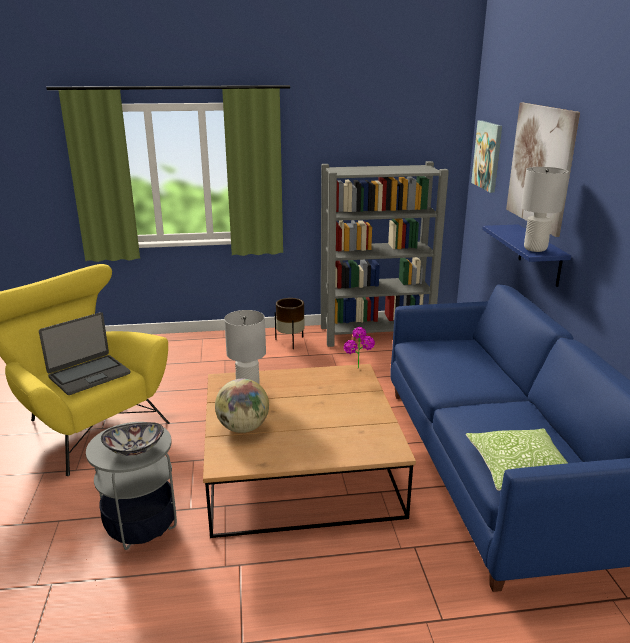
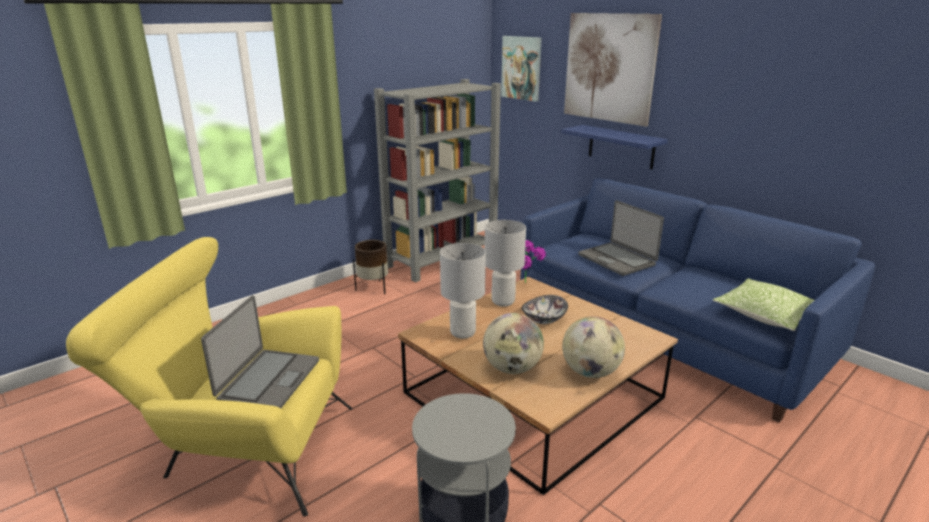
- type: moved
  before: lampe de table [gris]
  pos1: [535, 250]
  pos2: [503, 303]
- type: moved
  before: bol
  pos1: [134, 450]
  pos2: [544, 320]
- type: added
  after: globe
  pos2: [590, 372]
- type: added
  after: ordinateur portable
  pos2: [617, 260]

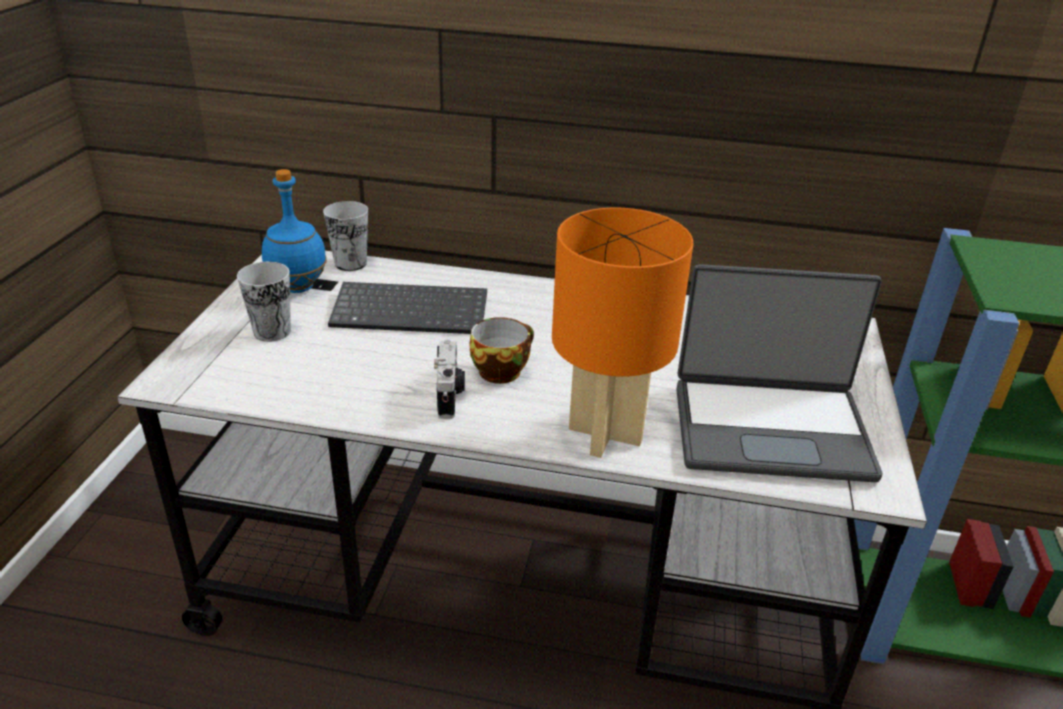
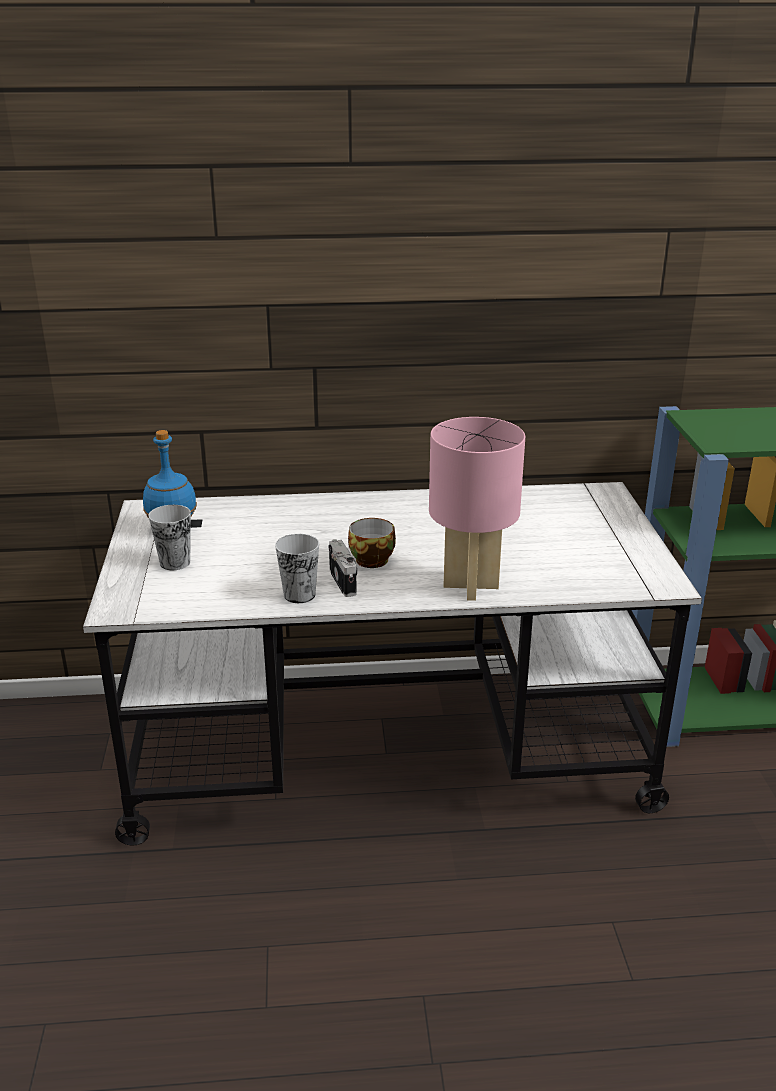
- type: moved
  before: tasse
  pos1: [350, 263]
  pos2: [299, 595]
- type: recoloured
  before: lampe de table [orange]
  after: lampe de table [rose]
  pos1: [603, 434]
  pos2: [469, 586]
- type: removed
  before: clavier
  pos1: [412, 311]
- type: removed
  before: ordinateur portable
  pos1: [770, 428]

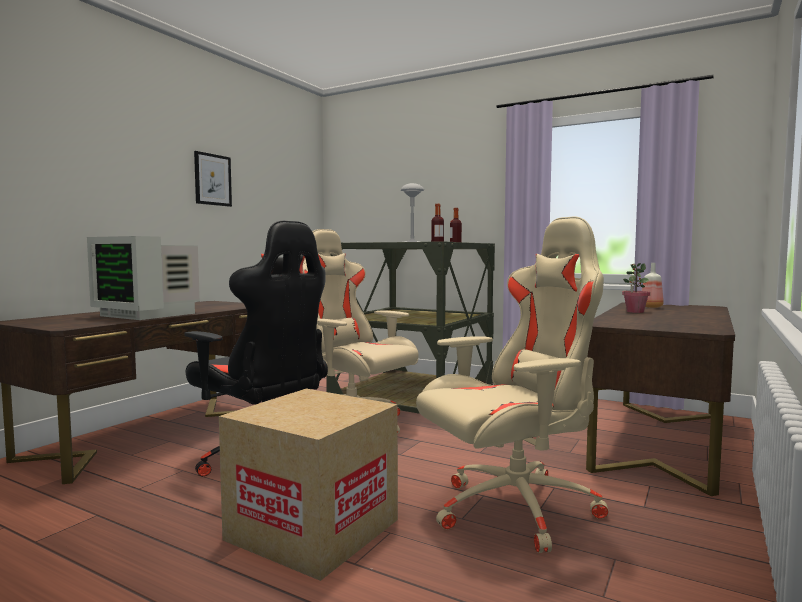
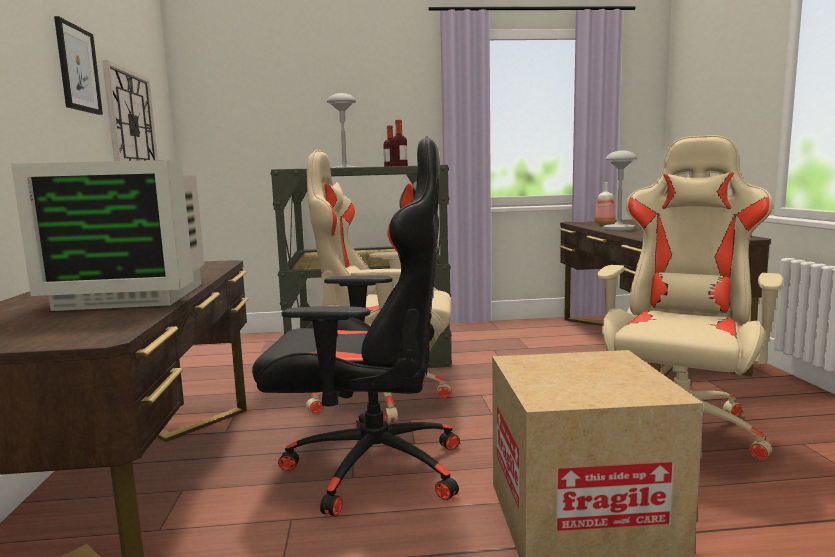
- type: added
  after: horloge murale
  pos2: [131, 125]
- type: replaced
  before: plante en pot
  after: lampe de table [gris]
  pos1: [635, 312]
  pos2: [618, 229]

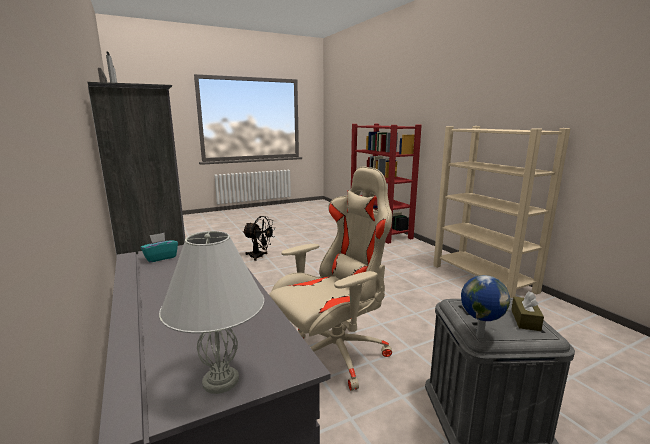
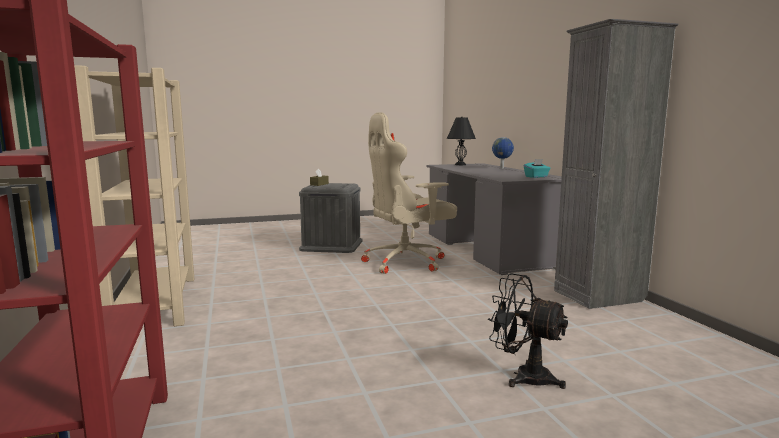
- type: recoloured
  before: lampe de table [blanc]
  after: lampe de table [noir]
  pos1: [221, 380]
  pos2: [460, 164]
- type: moved
  before: globe
  pos1: [478, 335]
  pos2: [502, 168]

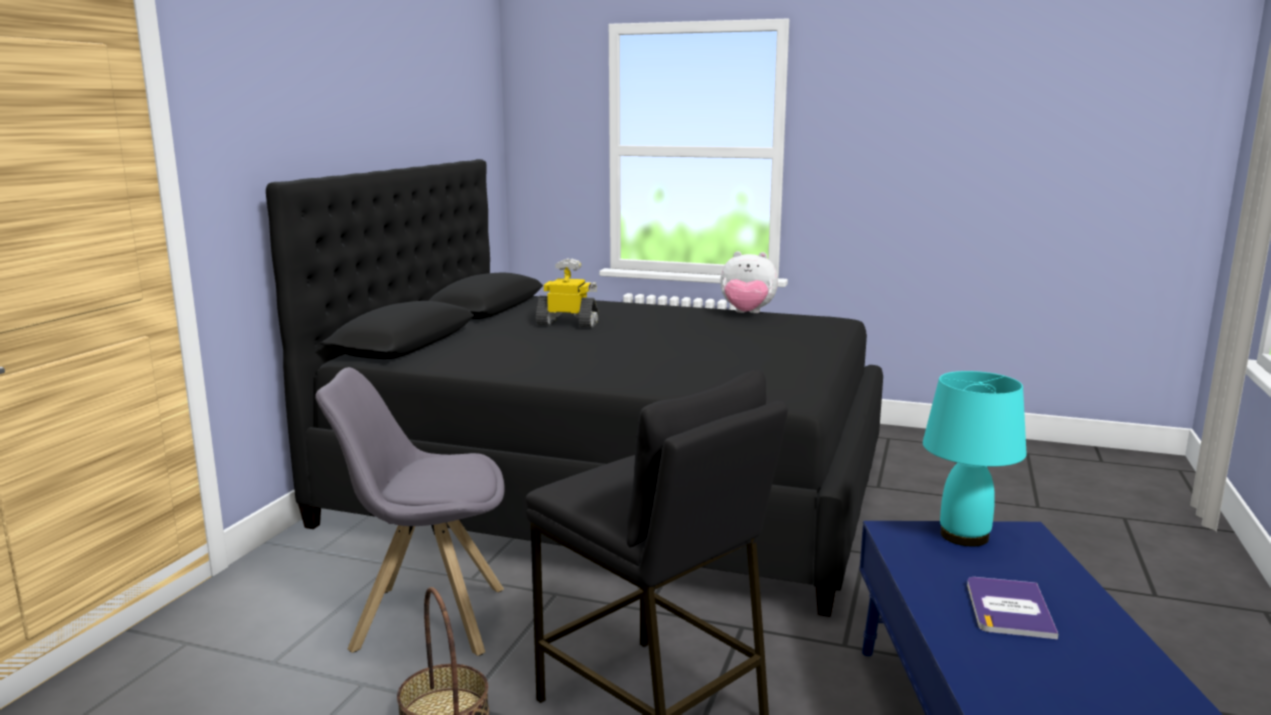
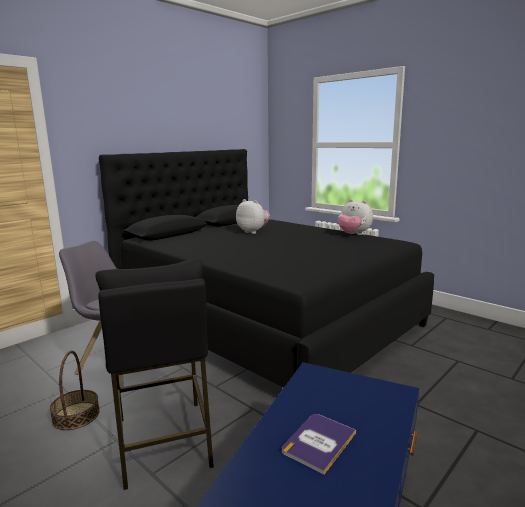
- type: replaced
  before: robot jouet
  after: peluche
  pos1: [568, 324]
  pos2: [253, 232]
- type: removed
  before: lampe de table [turquoise]
  pos1: [963, 536]

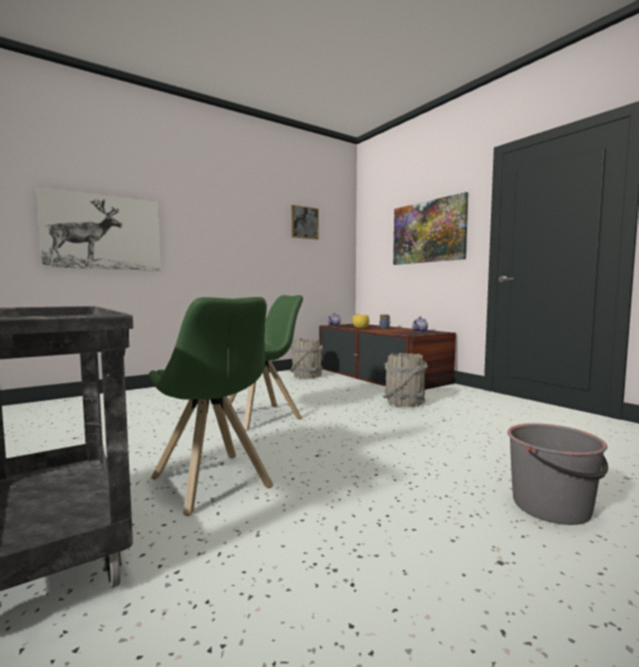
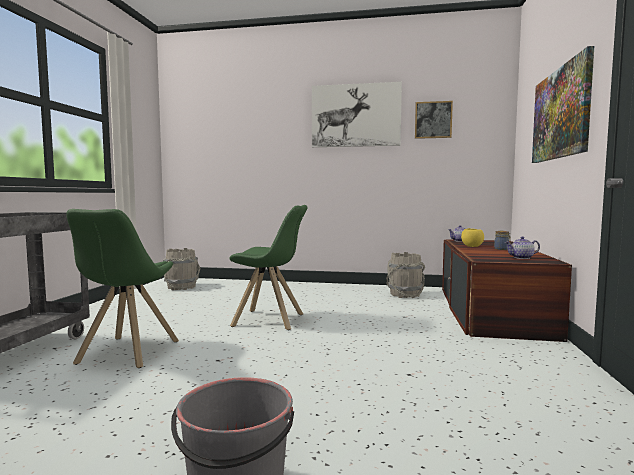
- type: moved
  before: seau [gris]
  pos1: [404, 402]
  pos2: [182, 287]
- type: moved
  before: tableau
  pos1: [103, 232]
  pos2: [355, 115]

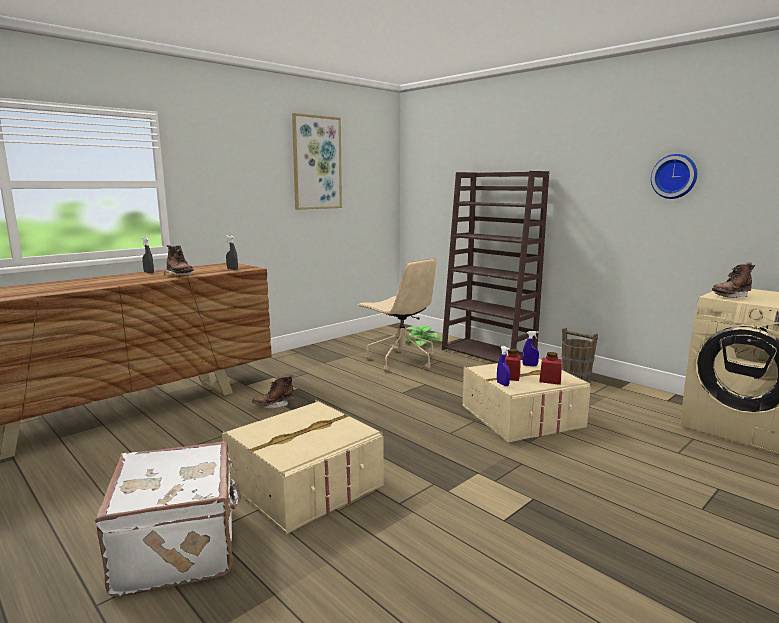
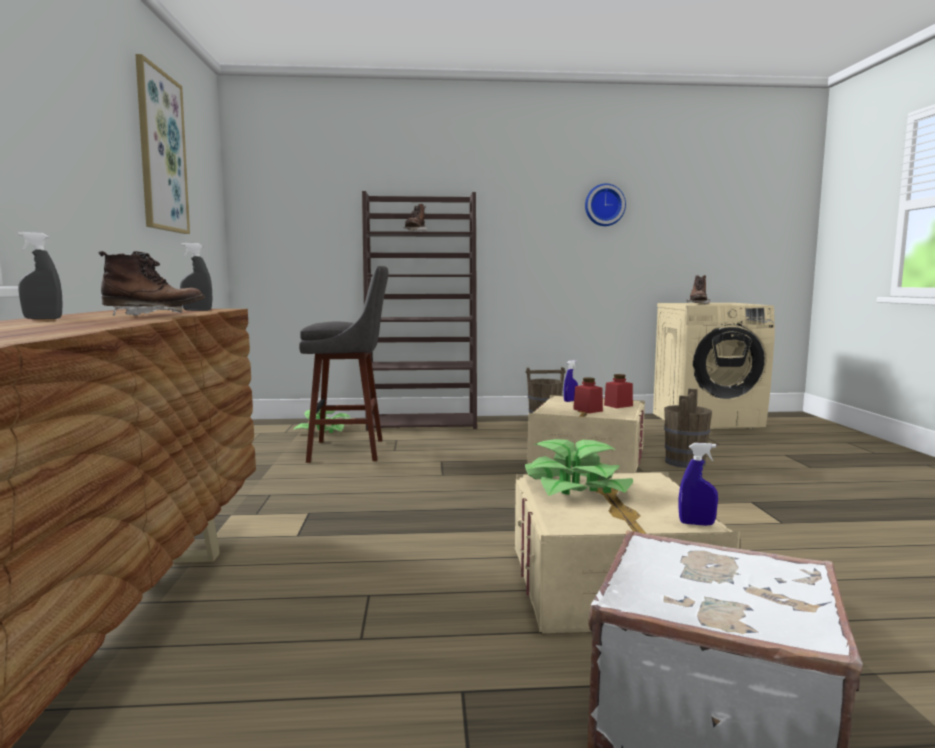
- type: replaced
  before: chaise de bureau [beige]
  after: tabouret [gris]
  pos1: [399, 360]
  pos2: [350, 451]
- type: moved
  before: botte [marron]
  pos1: [274, 405]
  pos2: [415, 232]
- type: added
  after: plante en pot
  pos2: [575, 487]
- type: added
  after: seau [marron]
  pos2: [685, 462]
- type: moved
  before: vaporisateur [bleu]
  pos1: [502, 384]
  pos2: [696, 524]

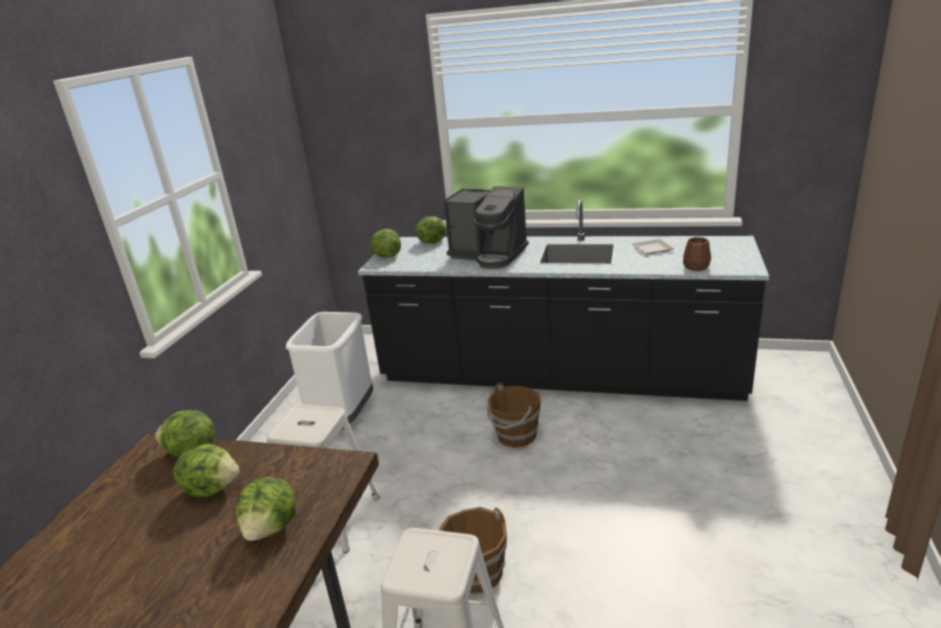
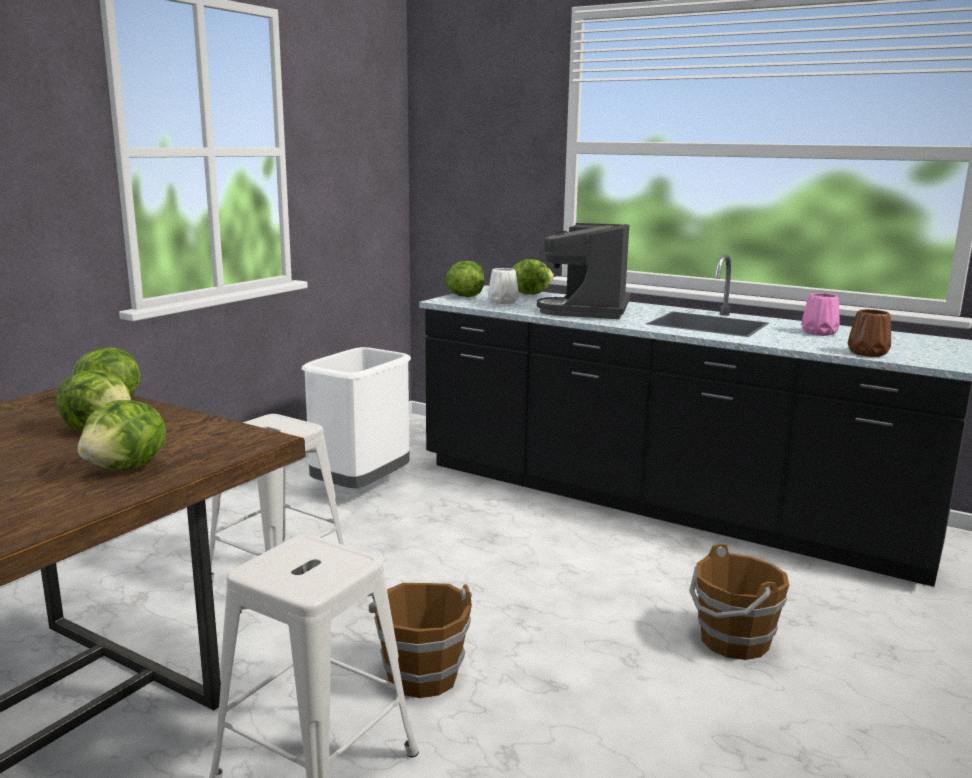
- type: added
  after: vase [blanc]
  pos2: [503, 302]
- type: turned
  before: machine à café
  pos1: [489, 255]
  pos2: [590, 310]
  turn: 60
- type: moved
  before: seau [marron]
  pos1: [515, 436]
  pos2: [732, 641]
- type: replaced
  before: assiette
  after: vase [rose]
  pos1: [654, 249]
  pos2: [820, 333]

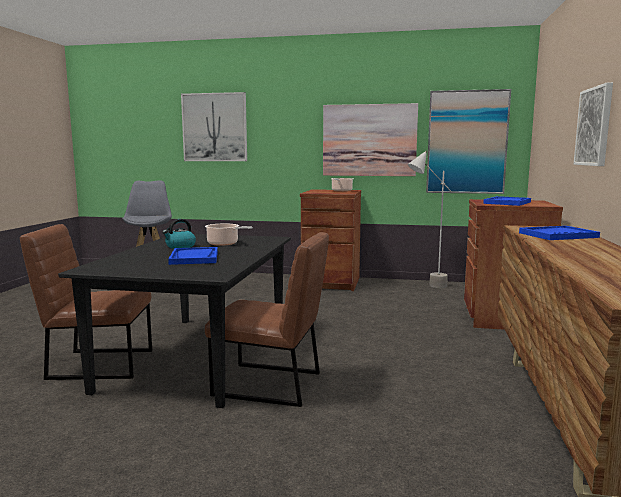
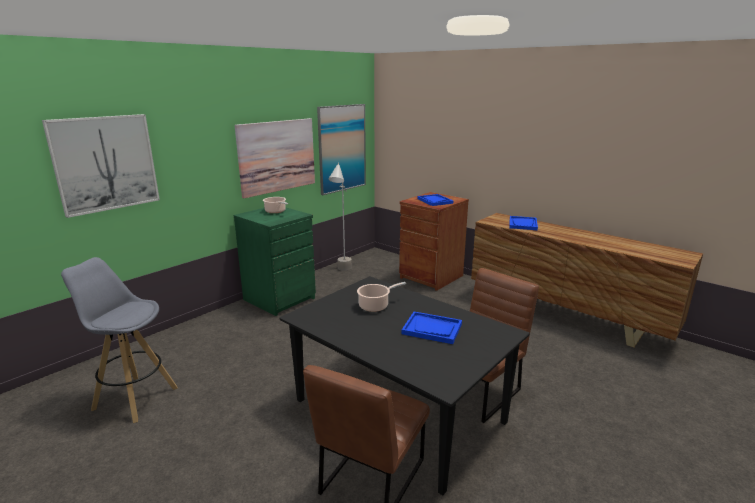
- type: recoloured
  before: commode [marron]
  after: commode [vert]
  pos1: [332, 283]
  pos2: [280, 299]
- type: removed
  before: bouilloire
  pos1: [180, 246]
- type: removed
  before: tableau
  pos1: [594, 126]

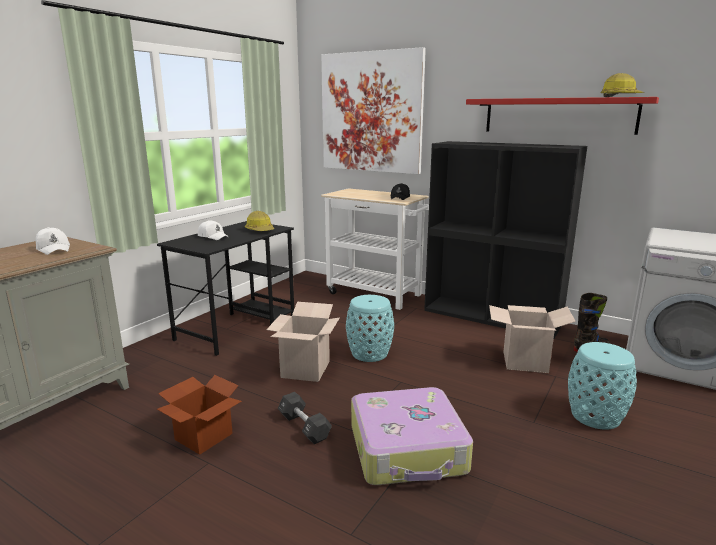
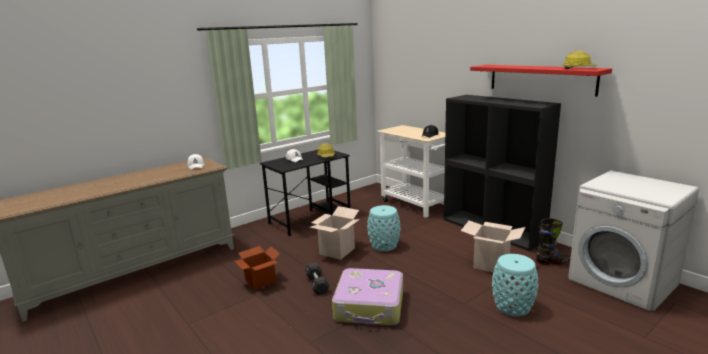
- type: removed
  before: tableau
  pos1: [371, 112]

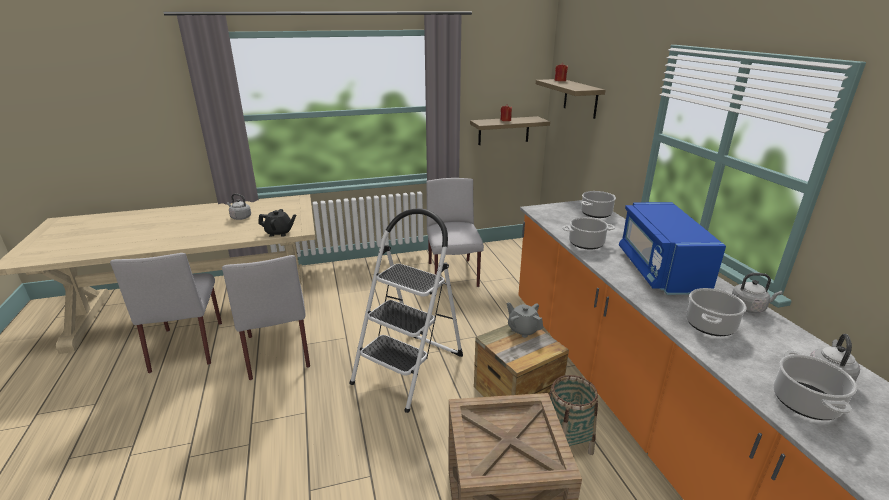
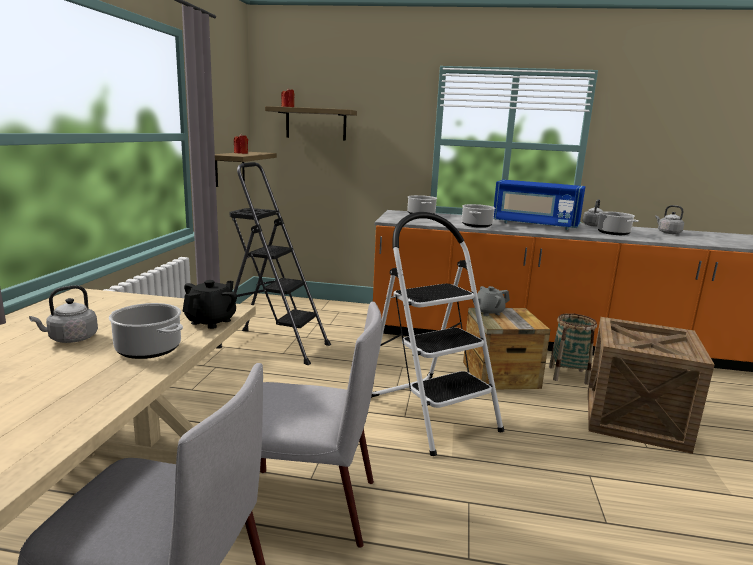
- type: moved
  before: marmite
  pos1: [806, 403]
  pos2: [149, 349]
- type: replaced
  before: chaise [gris]
  after: escabeau
  pos1: [453, 275]
  pos2: [272, 345]

